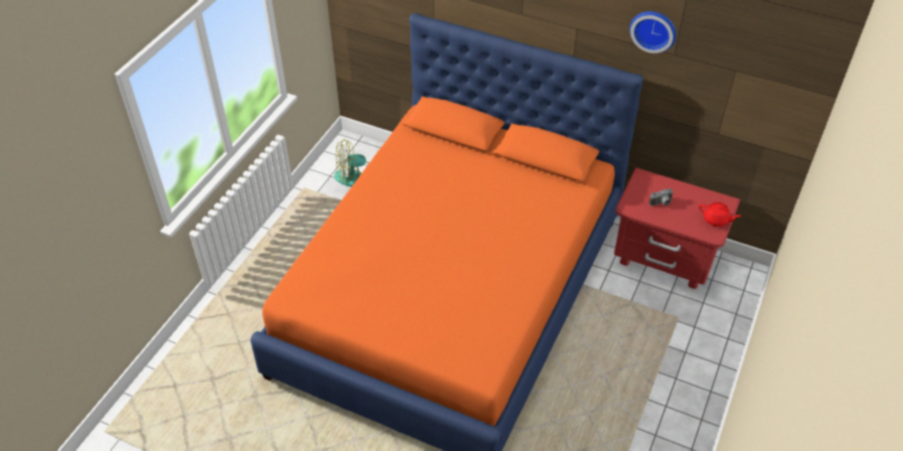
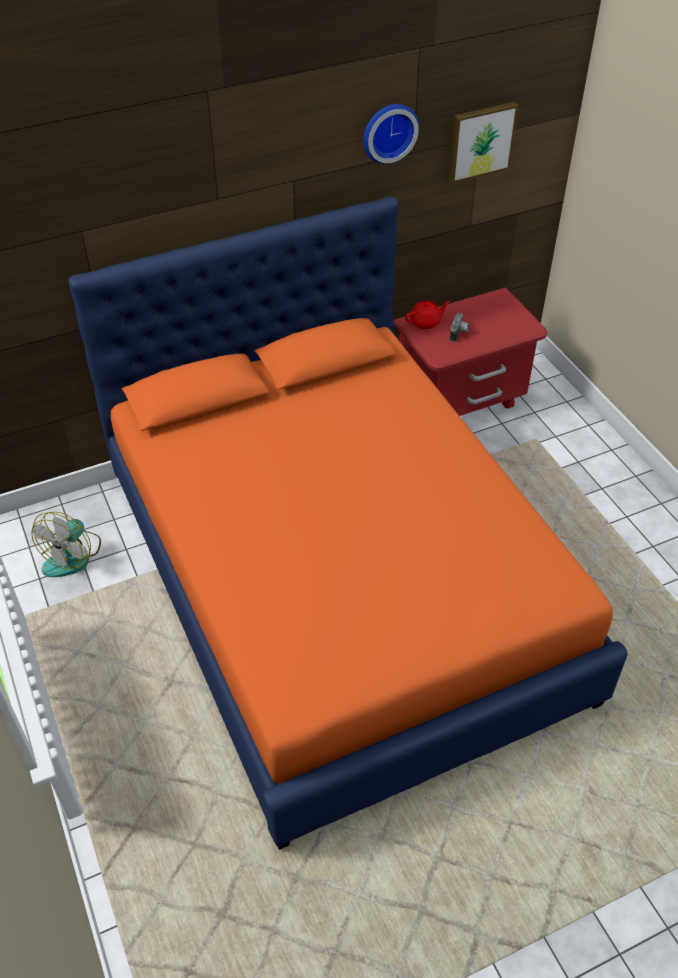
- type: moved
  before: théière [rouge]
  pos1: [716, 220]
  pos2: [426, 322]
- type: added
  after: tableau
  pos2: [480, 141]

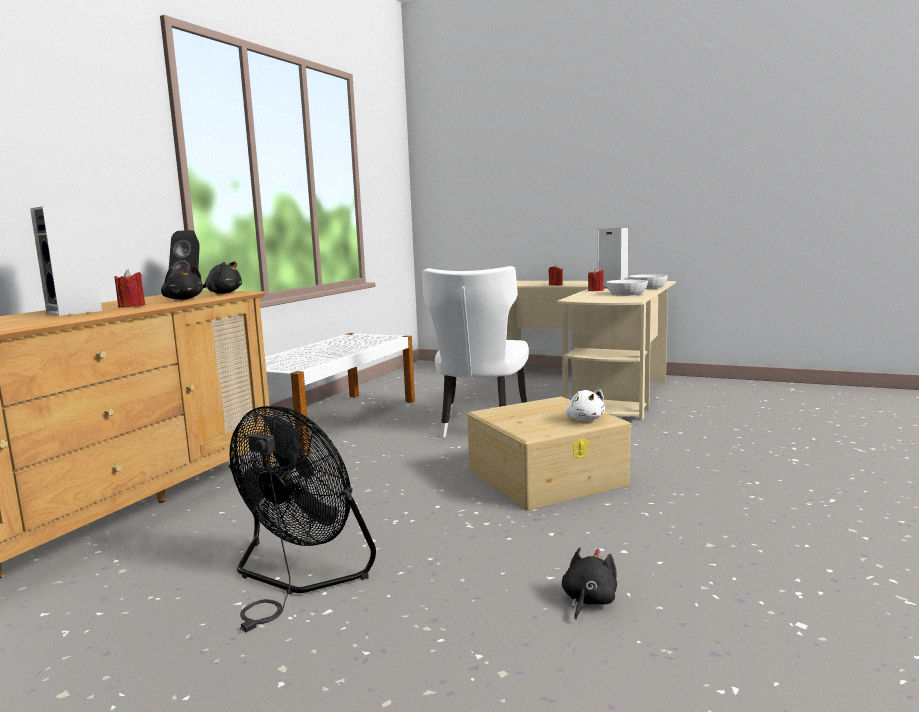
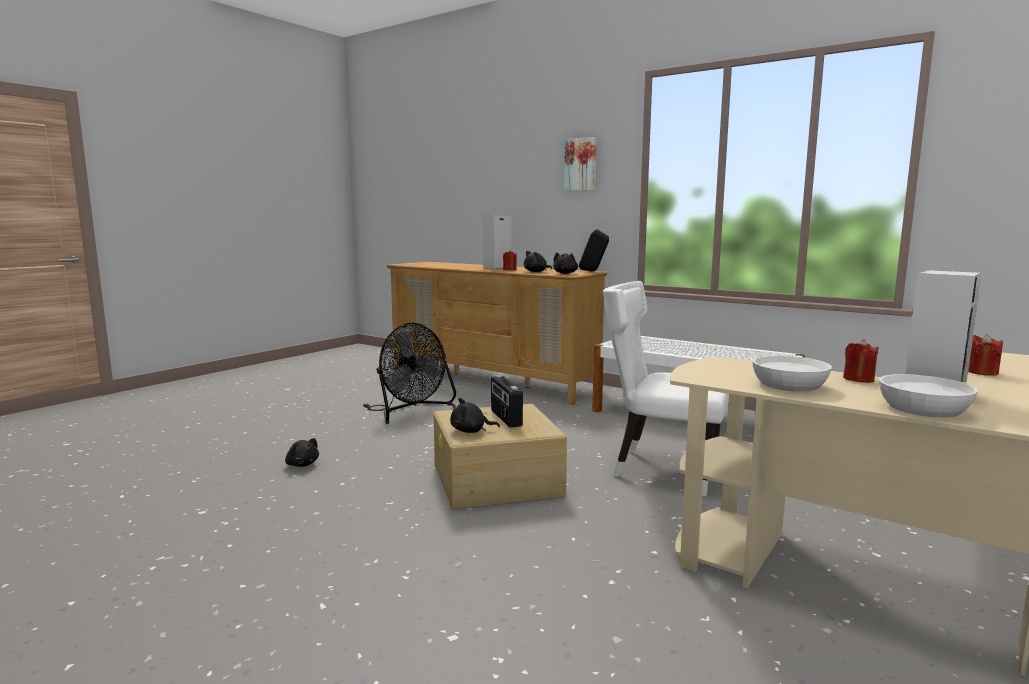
- type: recoloured
  before: peluche [blanc]
  after: peluche [noir]
  pos1: [584, 419]
  pos2: [471, 431]
- type: added
  after: radio
  pos2: [505, 418]
- type: added
  after: tableau
  pos2: [581, 164]

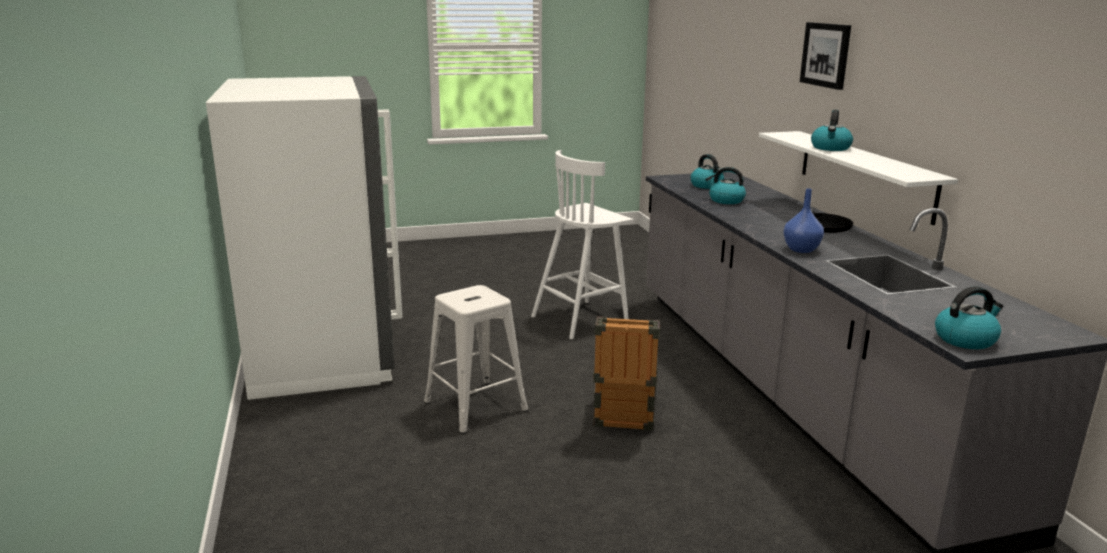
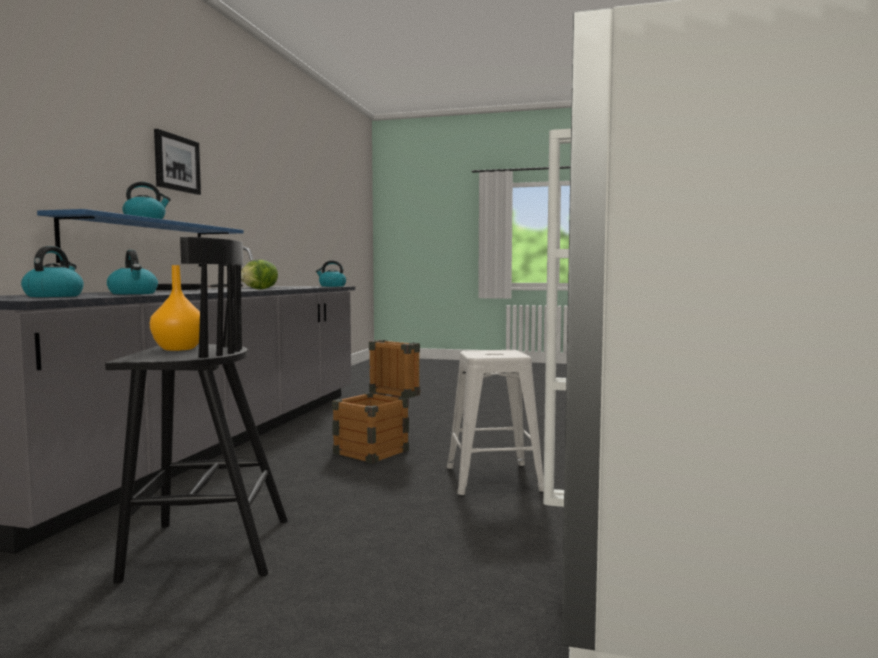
- type: recoloured
  before: étagère [blanc]
  after: étagère [bleu]
  pos1: [864, 174]
  pos2: [138, 243]
- type: recoloured
  before: tabouret [blanc]
  after: tabouret [noir]
  pos1: [582, 318]
  pos2: [203, 548]
- type: added
  after: vase [orange]
  pos2: [178, 349]
- type: moved
  before: tableau
  pos1: [826, 55]
  pos2: [176, 163]
- type: replaced
  before: vase [bleu]
  after: laitue
  pos1: [800, 250]
  pos2: [260, 289]

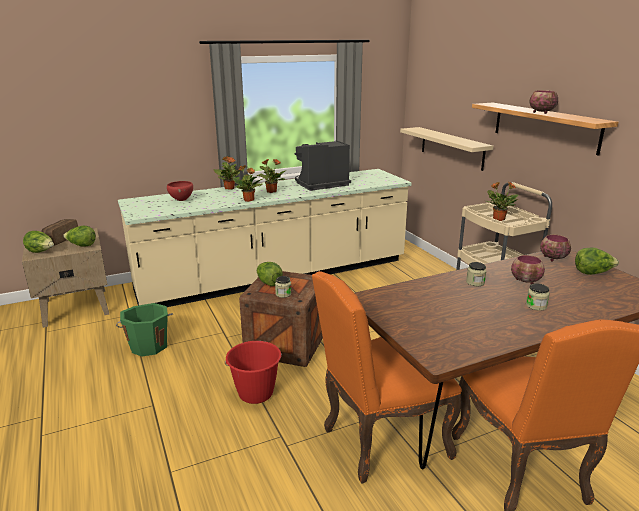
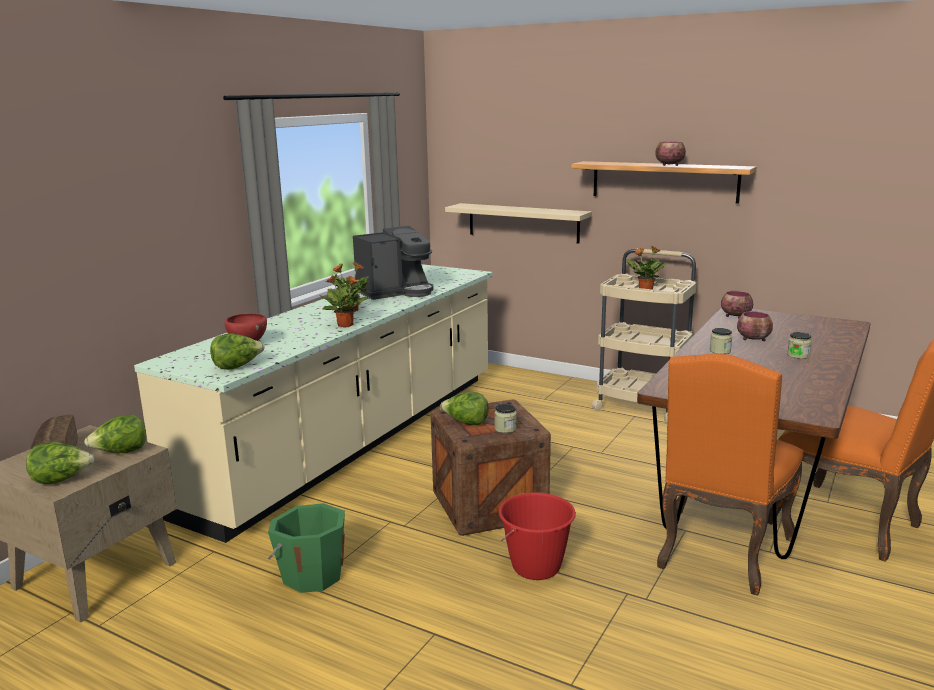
- type: moved
  before: laitue
  pos1: [592, 273]
  pos2: [237, 367]
- type: turned
  before: machine à café
  pos1: [321, 184]
  pos2: [395, 292]
  turn: -150
- type: removed
  before: plante en pot
  pos1: [229, 188]

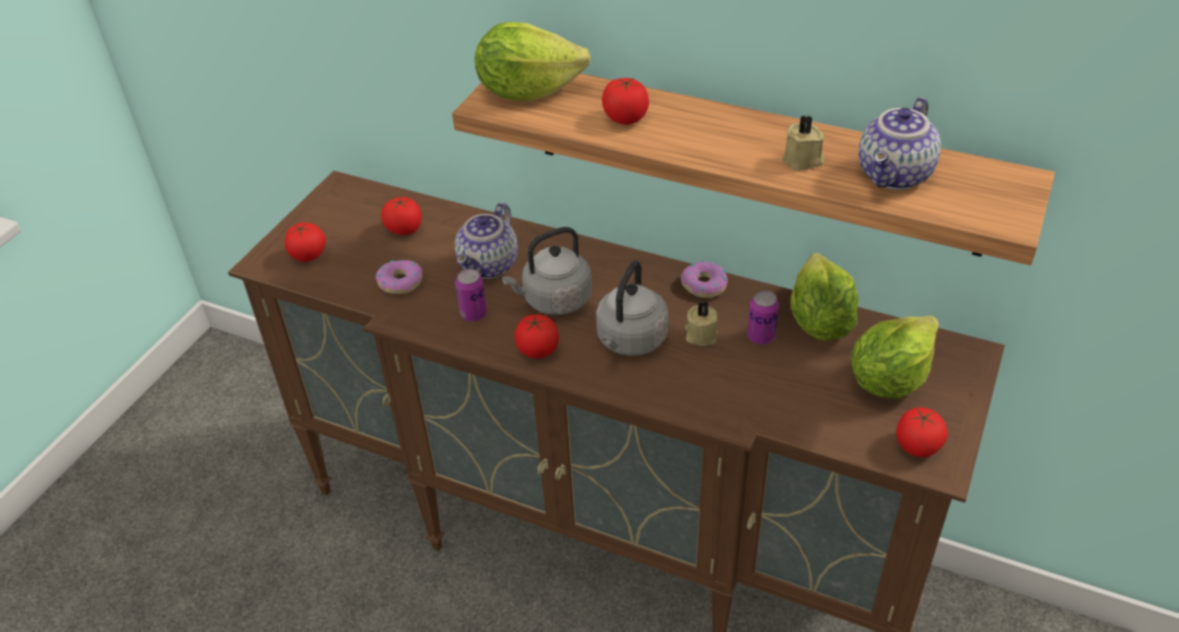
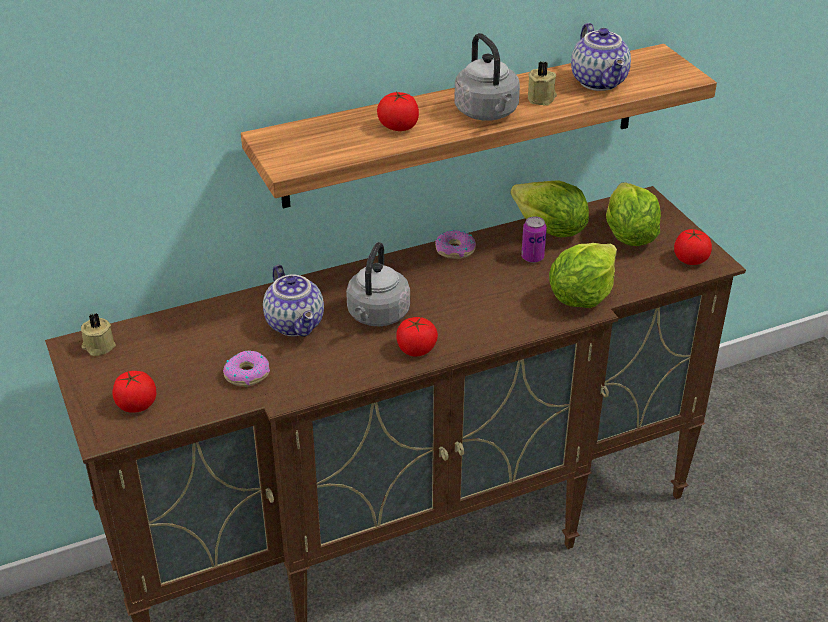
- type: moved
  before: bougie [beige]
  pos1: [700, 335]
  pos2: [98, 346]
- type: moved
  before: bouilloire [gris]
  pos1: [630, 341]
  pos2: [488, 113]
- type: moved
  before: laitue
  pos1: [527, 91]
  pos2: [581, 296]
- type: removed
  before: tomate
  pos1: [404, 229]
- type: removed
  before: boîte métallique
  pos1: [473, 314]

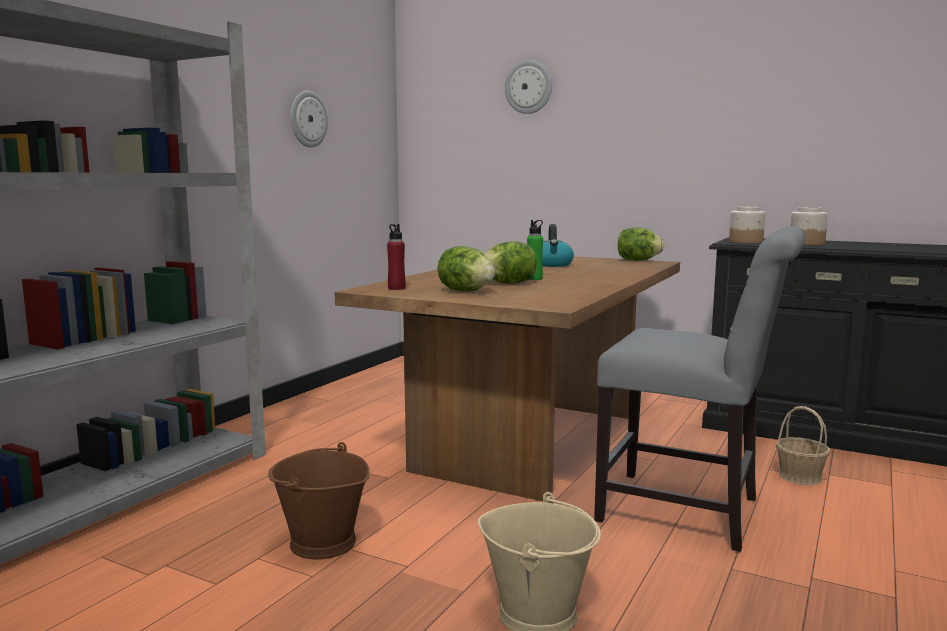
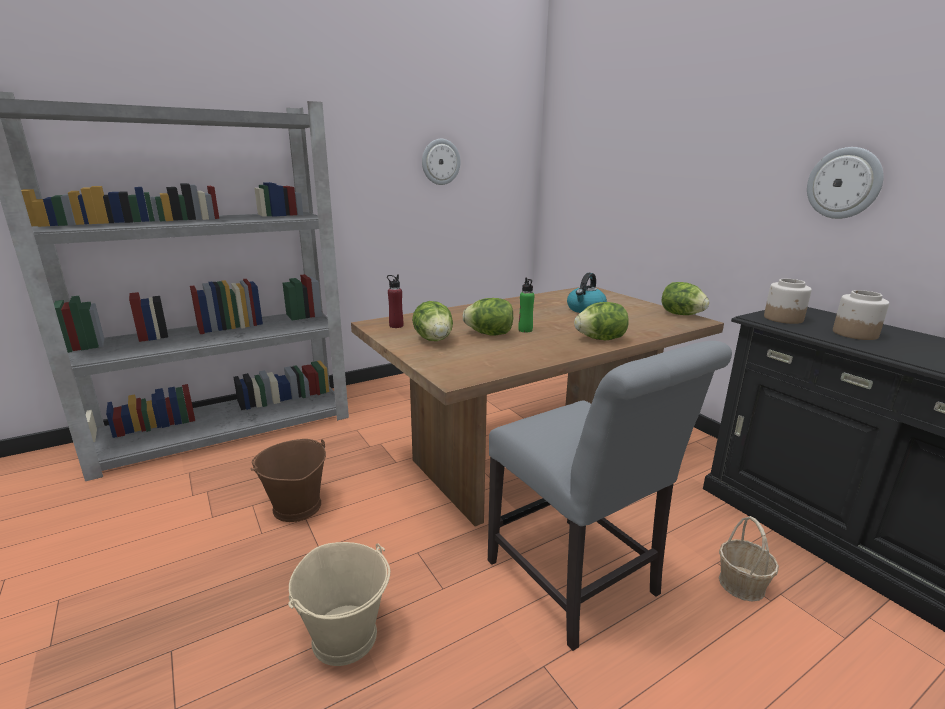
- type: added
  after: laitue
  pos2: [600, 339]
- type: moved
  before: horloge murale
  pos1: [529, 87]
  pos2: [844, 183]

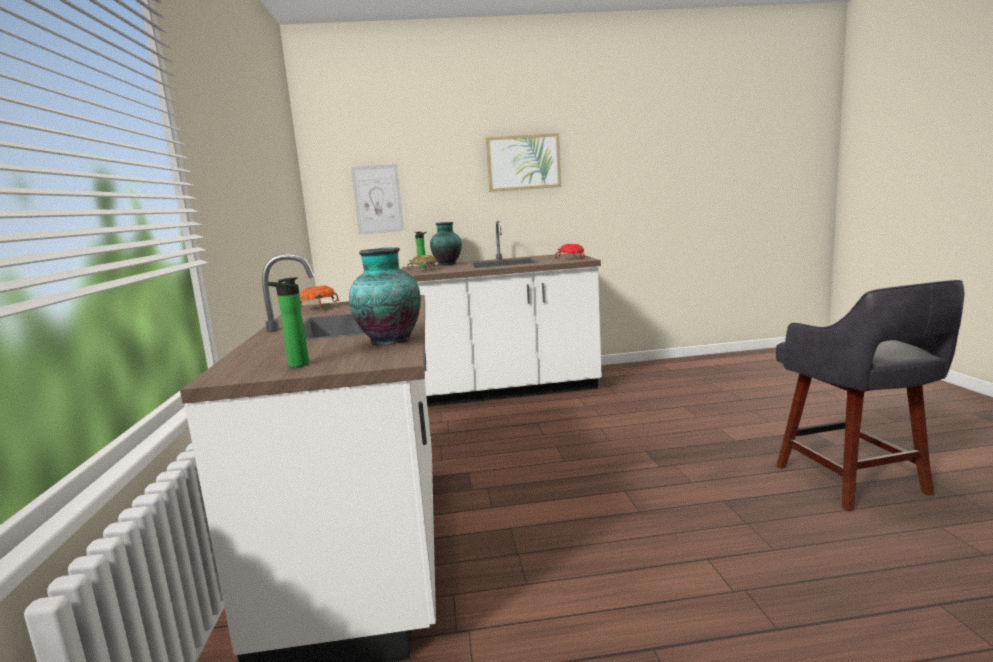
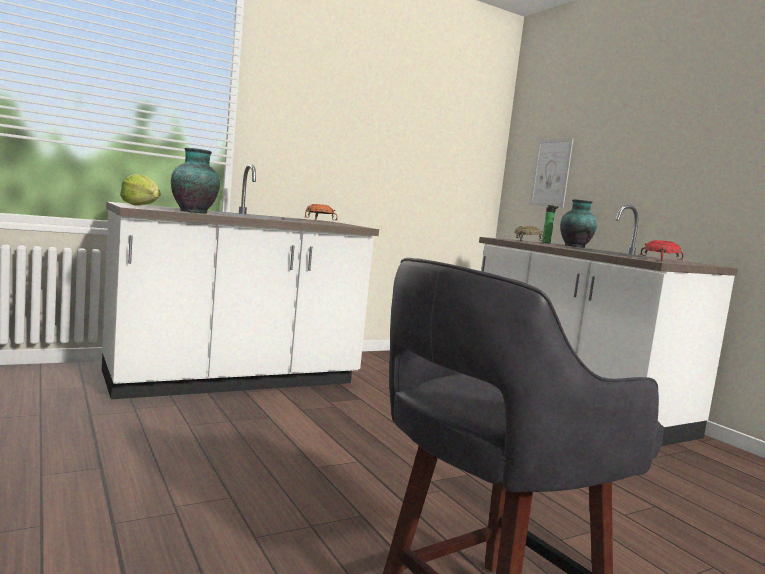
- type: replaced
  before: bouteille
  after: laitue
  pos1: [295, 365]
  pos2: [141, 205]
- type: removed
  before: tableau
  pos1: [523, 162]

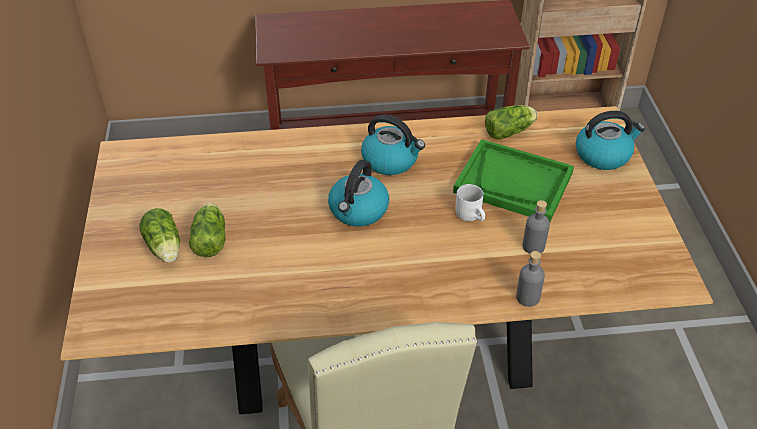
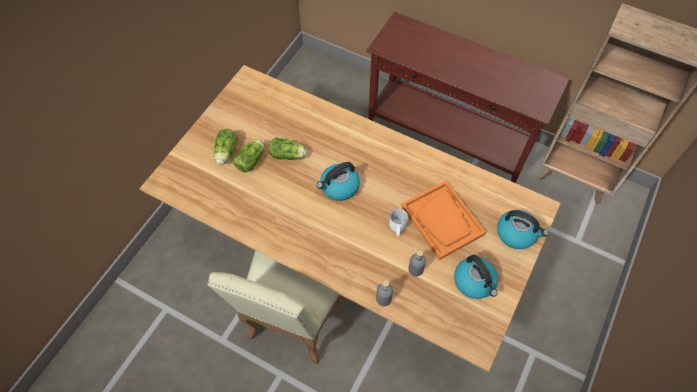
- type: moved
  before: laitue
  pos1: [510, 131]
  pos2: [288, 155]
- type: recoloured
  before: plateau [vert]
  after: plateau [orange]
  pos1: [513, 183]
  pos2: [442, 220]
- type: moved
  before: bouilloire
  pos1: [391, 160]
  pos2: [475, 282]

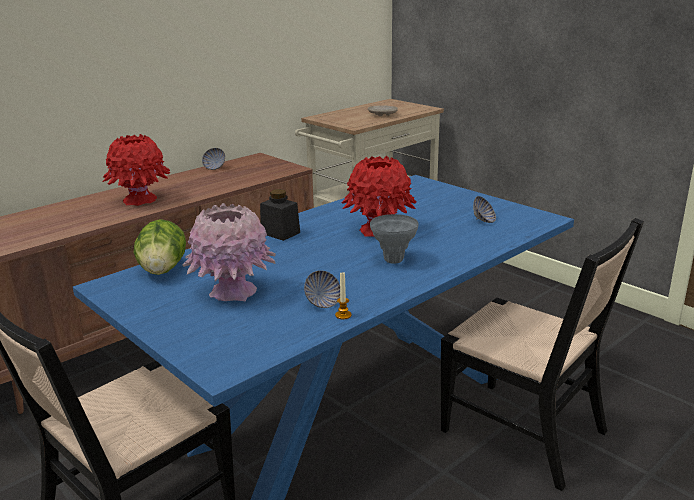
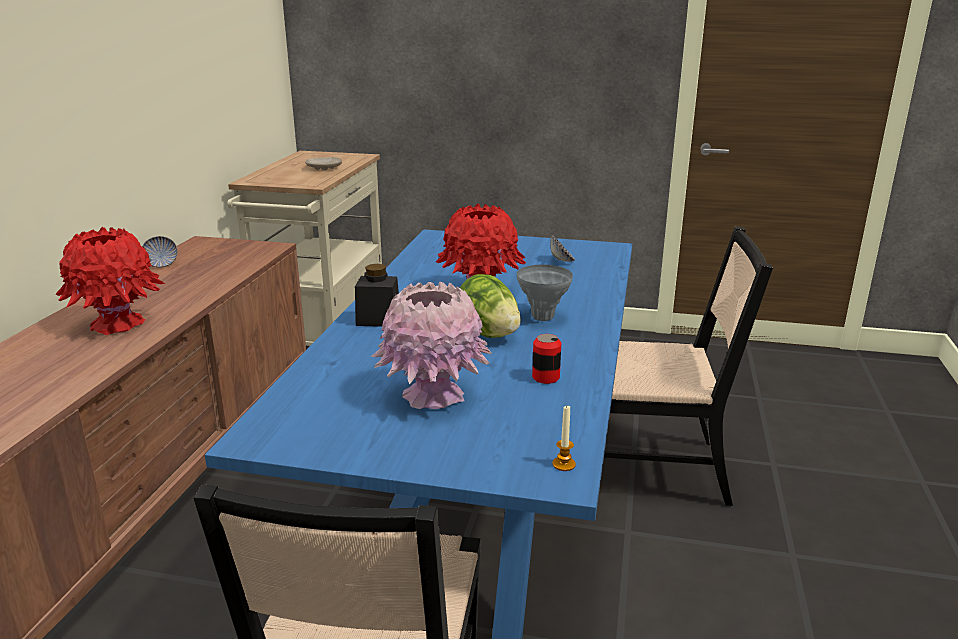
- type: moved
  before: laitue
  pos1: [163, 270]
  pos2: [488, 333]
- type: replaced
  before: bol
  after: boîte métallique
  pos1: [322, 303]
  pos2: [545, 377]
- type: moved
  before: bougie
  pos1: [343, 315]
  pos2: [564, 464]

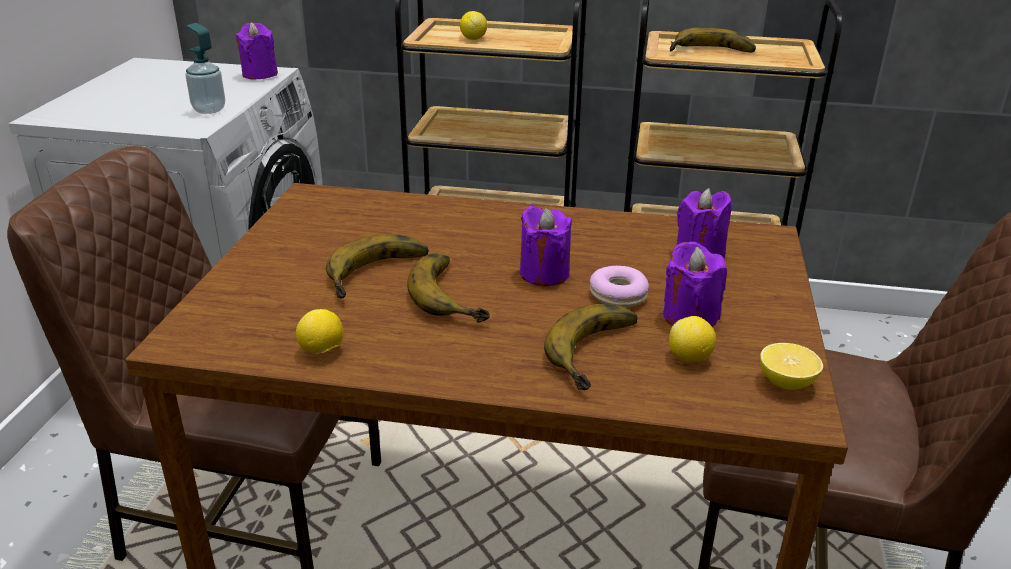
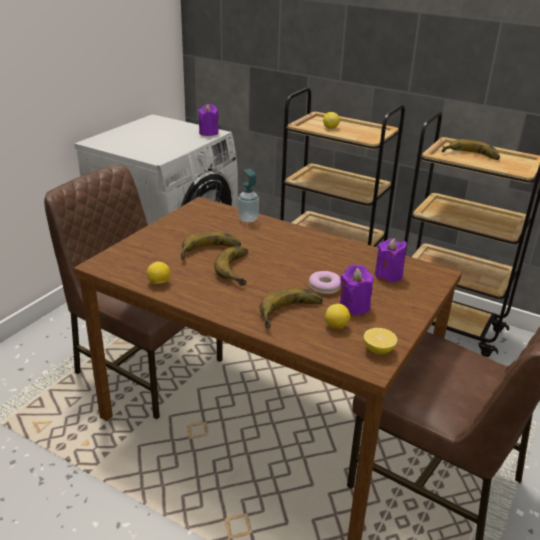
- type: moved
  before: distributeur de savon
  pos1: [209, 109]
  pos2: [248, 219]
- type: removed
  before: bougie [violet]
  pos1: [544, 274]

